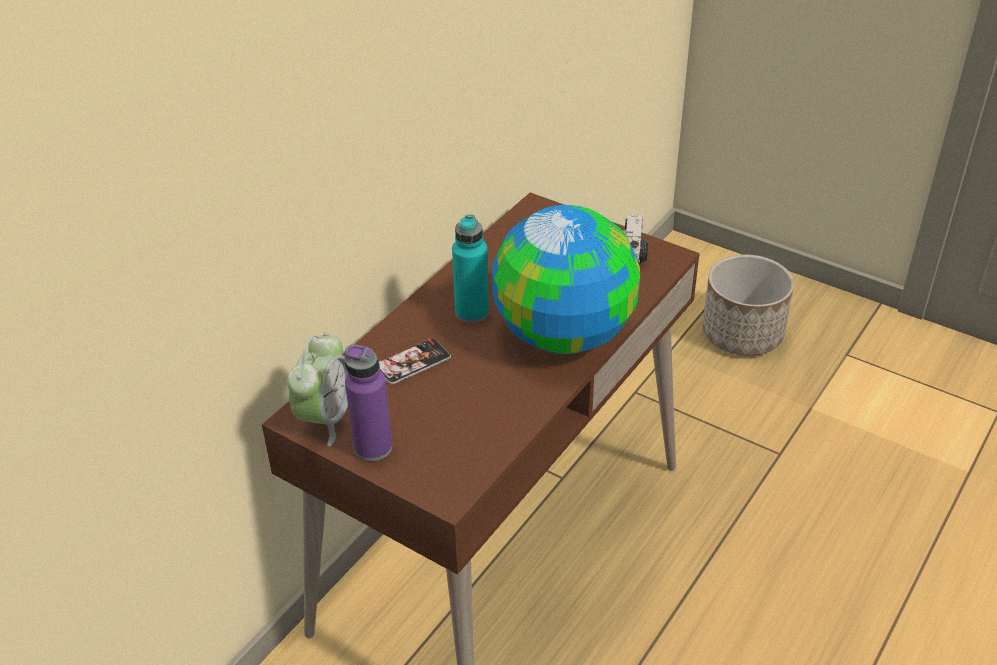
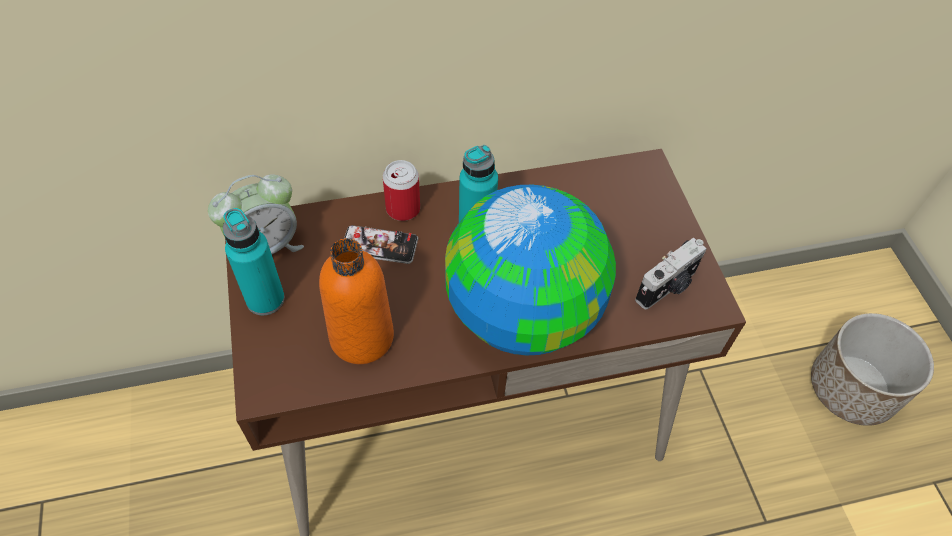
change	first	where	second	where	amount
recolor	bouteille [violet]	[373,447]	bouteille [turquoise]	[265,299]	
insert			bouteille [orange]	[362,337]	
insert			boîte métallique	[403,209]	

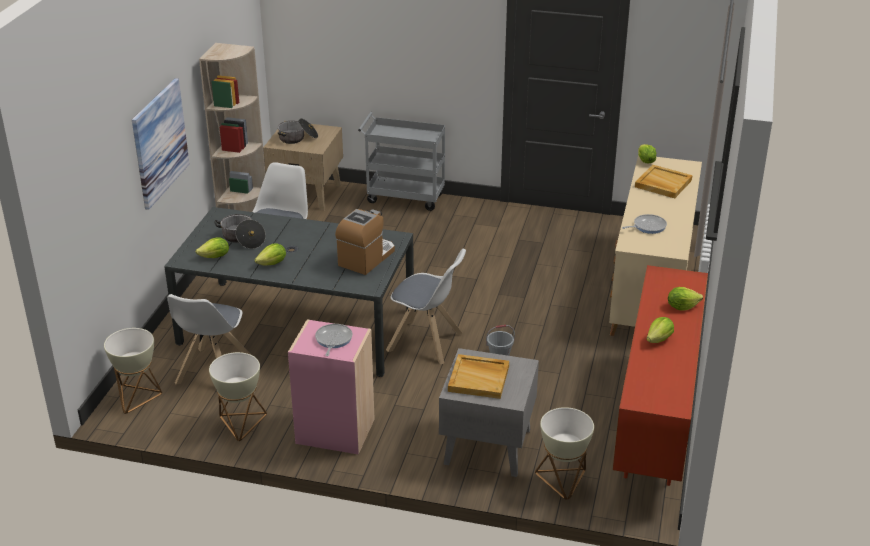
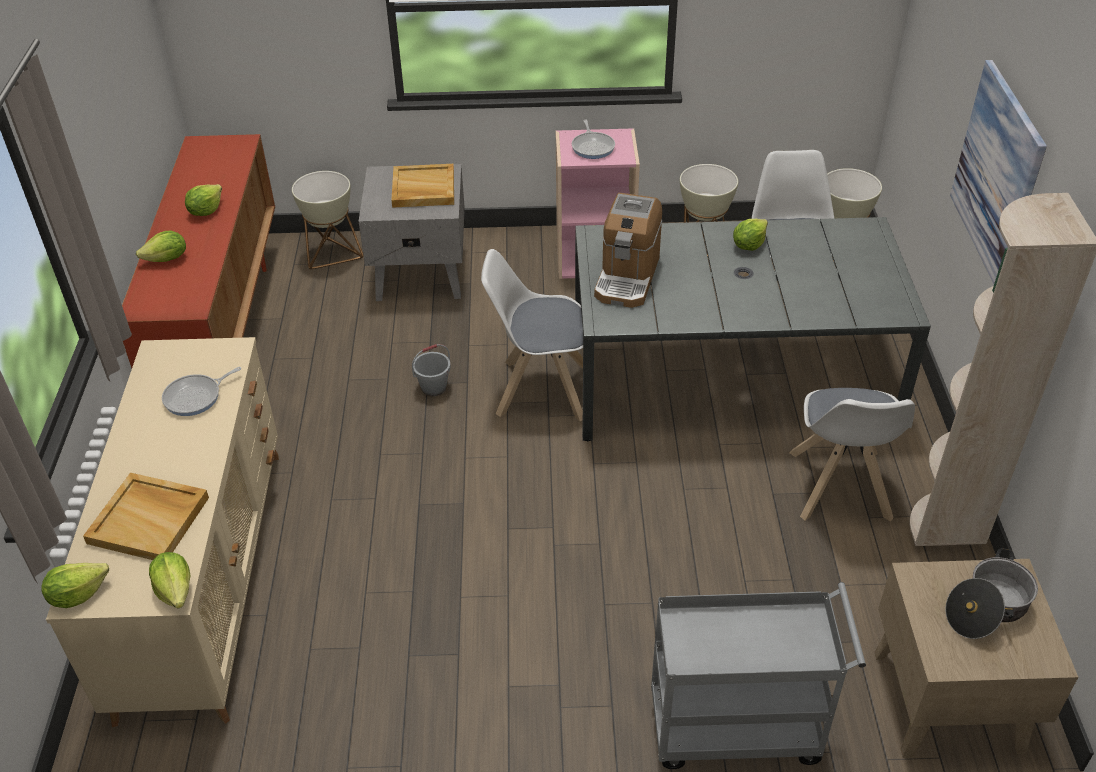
change	first	where	second	where	amount
move	laitue	[215,257]		[77,595]	
delete	marmite	[242,239]			

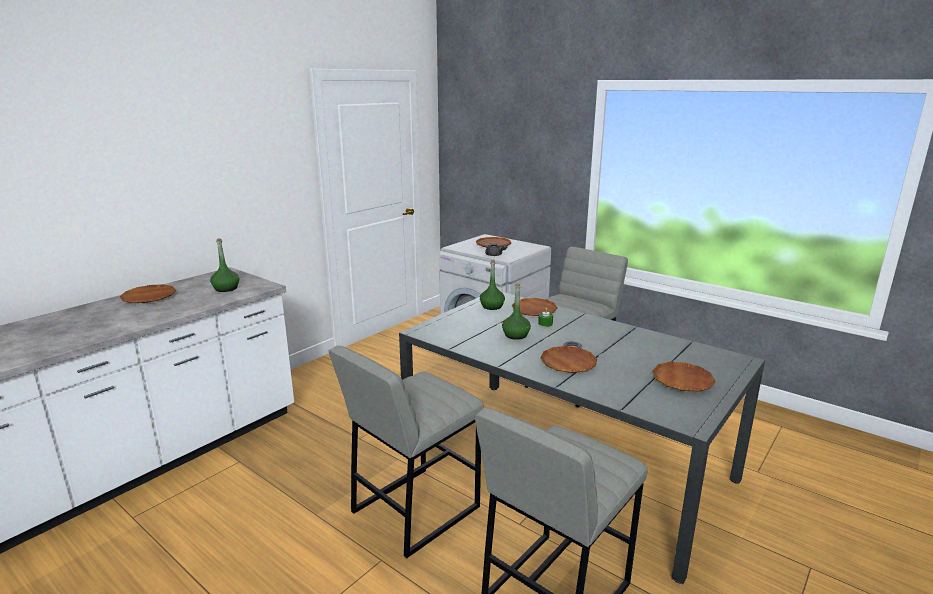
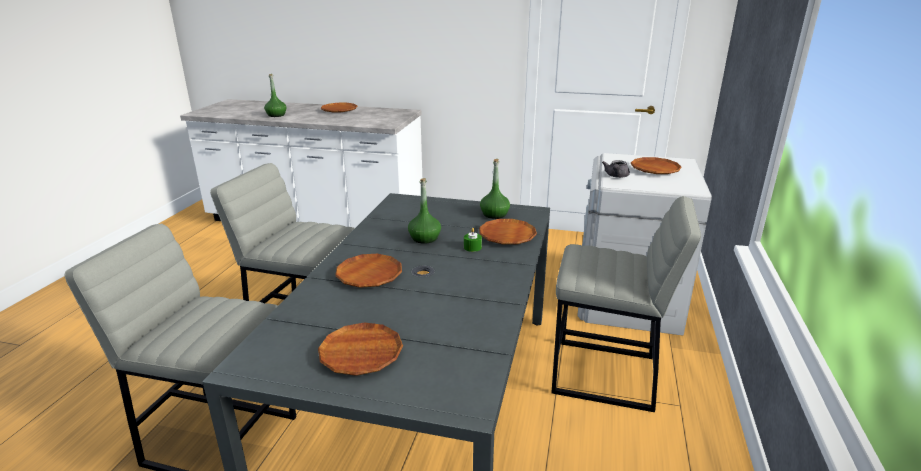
change	first	where	second	where	amount
move	bouteille [vert]	[226,289]		[276,115]	

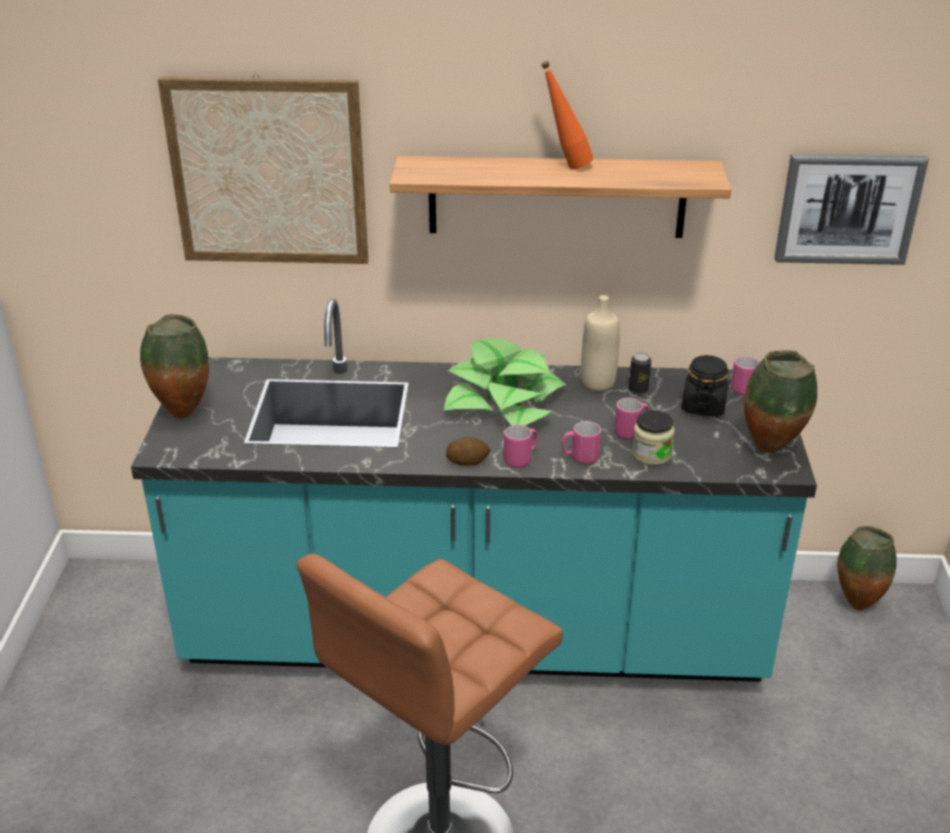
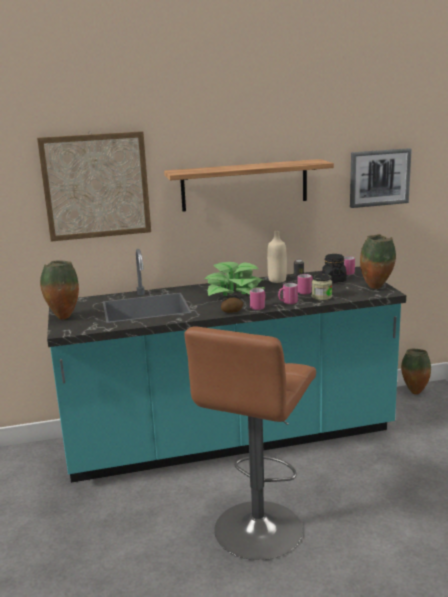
change	first	where	second	where	amount
delete	bouteille [orange]	[565,167]			

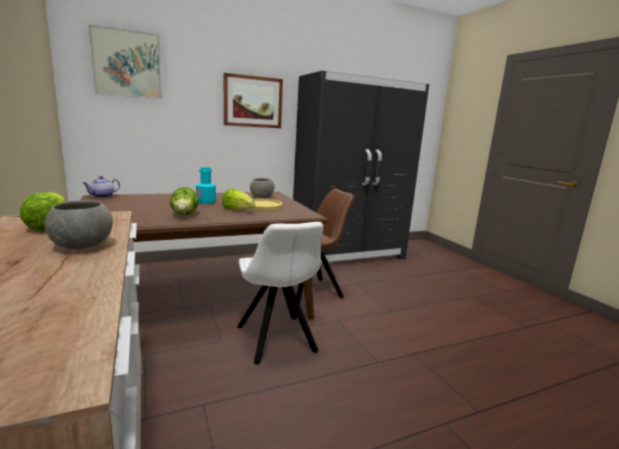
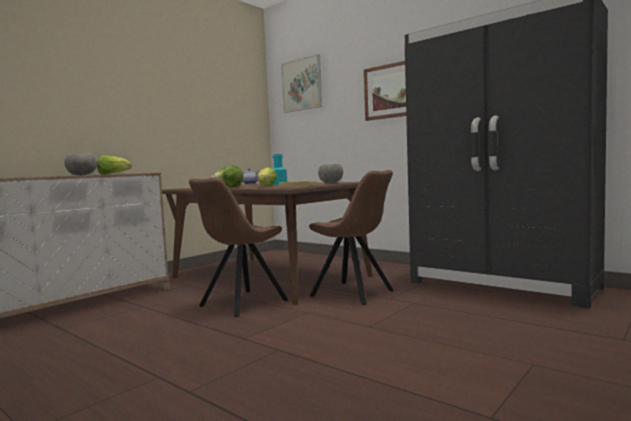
change	first	where	second	where	amount
recolor	chaise [blanc]	[276,339]	chaise [marron]	[242,303]	

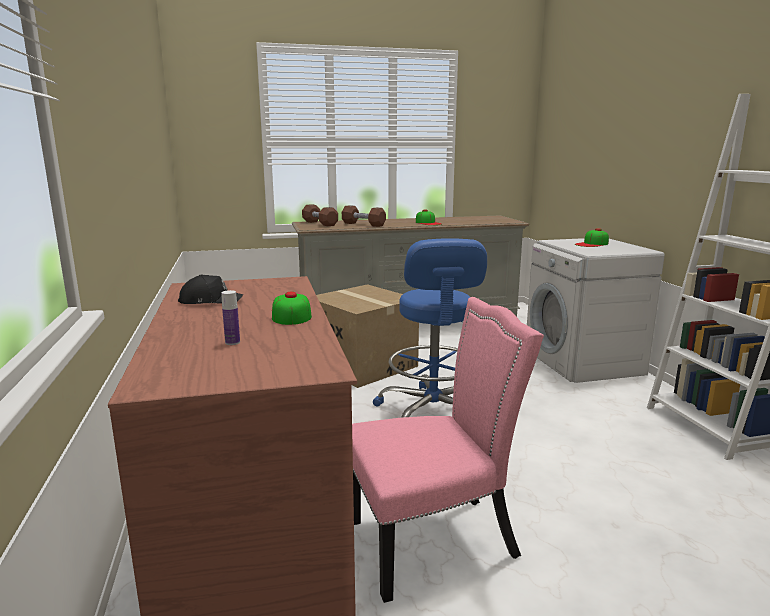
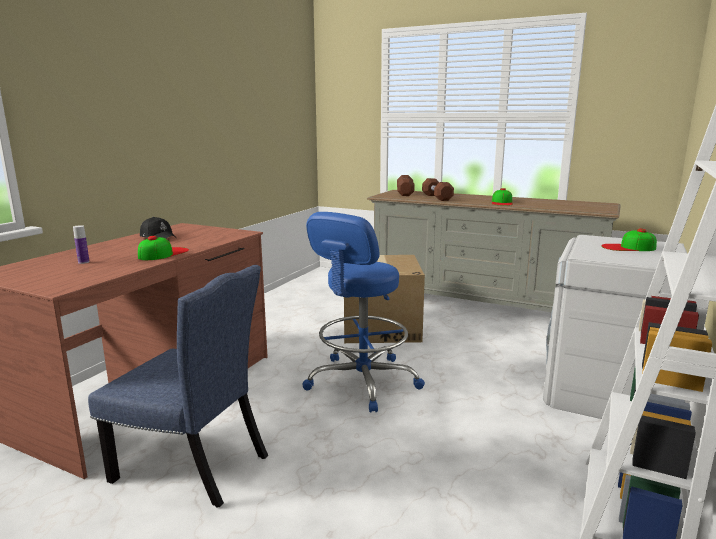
change	first	where	second	where	amount
recolor	chaise [rose]	[429,542]	chaise [bleu]	[191,465]	

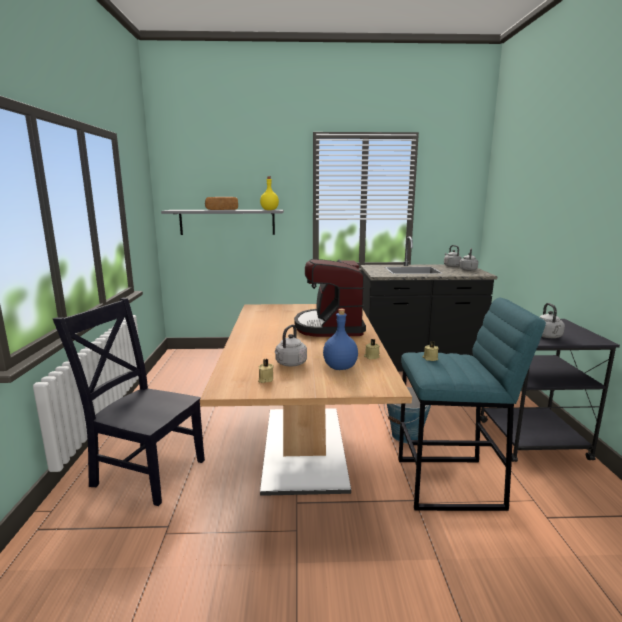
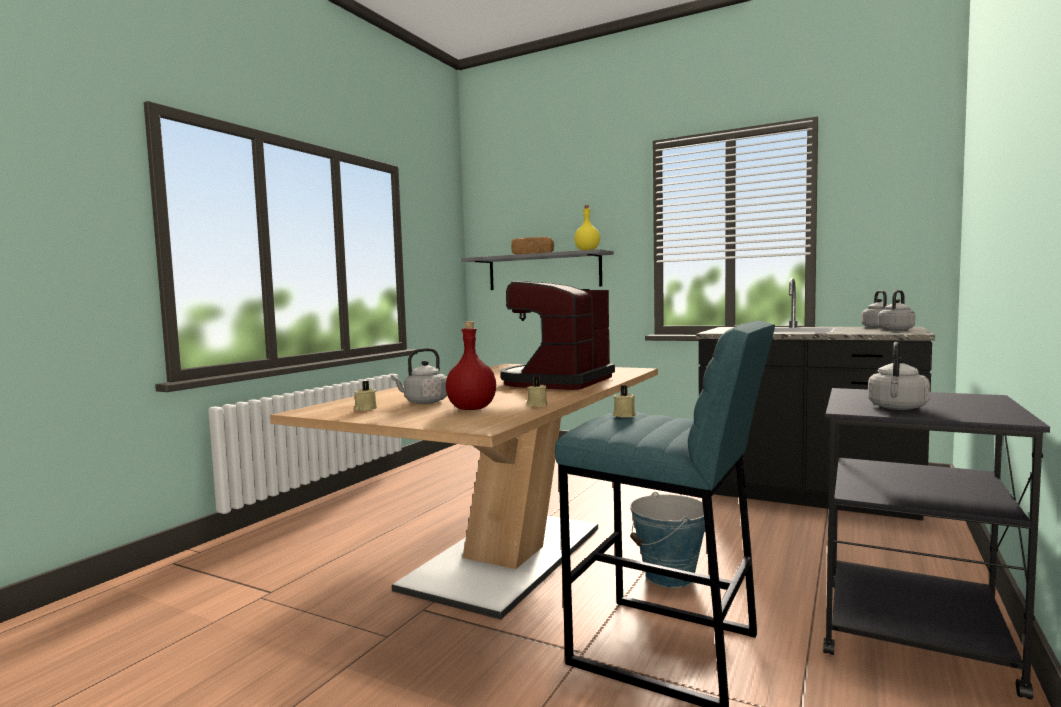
change	first	where	second	where	amount
delete	chaise [noir]	[146,471]			
recolor	bouteille [bleu]	[340,367]	bouteille [rouge]	[472,409]	

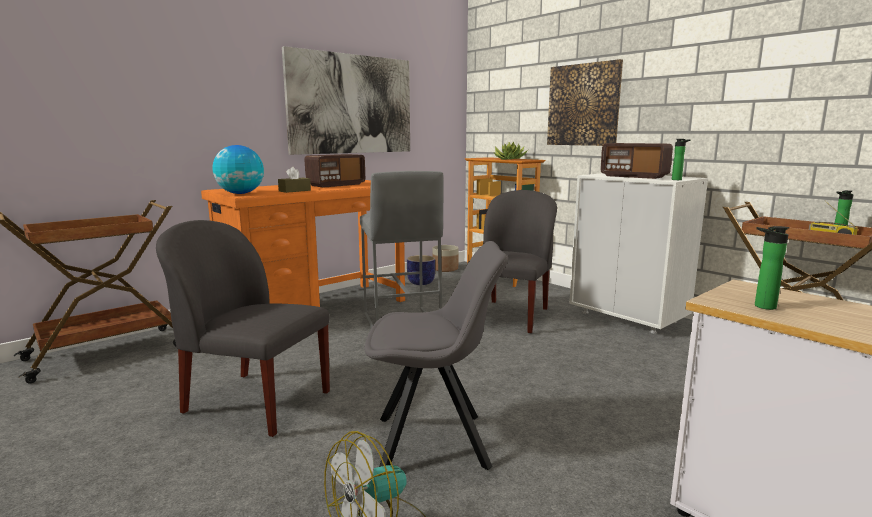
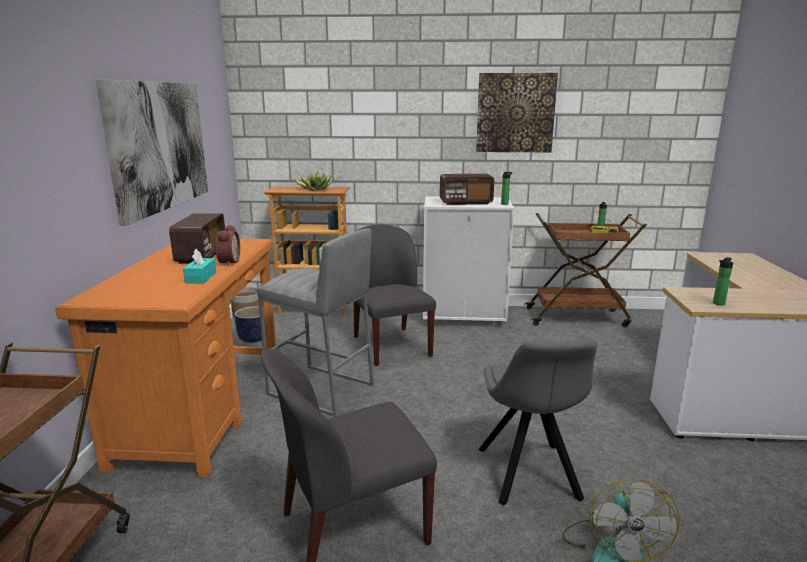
change	first	where	second	where	amount
delete	globe	[240,193]			
recolor	boîte à mouchoirs [marron]	[294,191]	boîte à mouchoirs [turquoise]	[201,278]	
rotate	chaise [gris]	[433,443]		[529,473]	135 degrees clockwise
move	tableau	[583,105]		[515,113]	
insert			réveil	[227,262]	

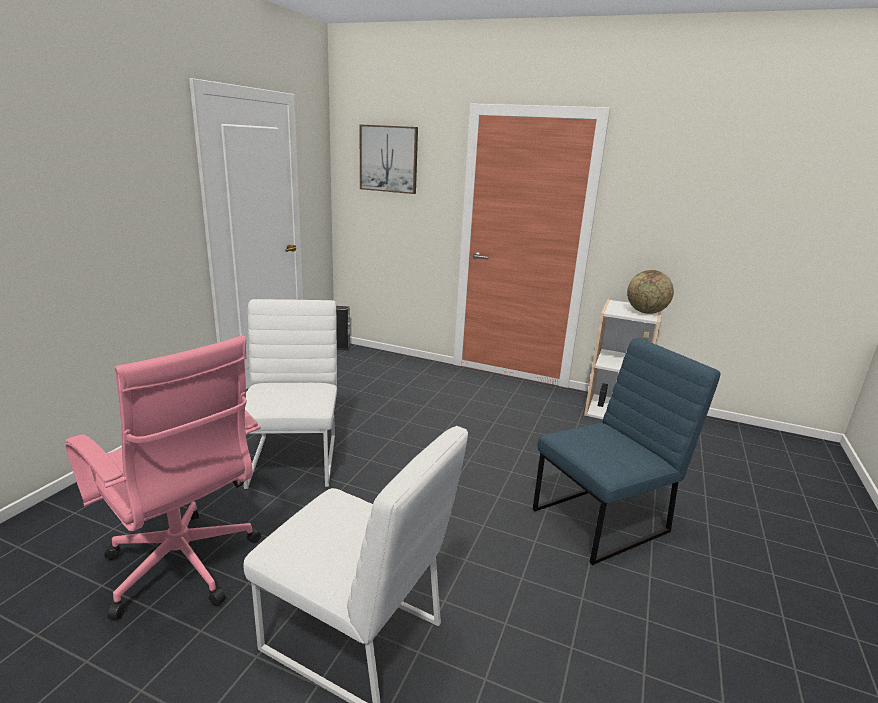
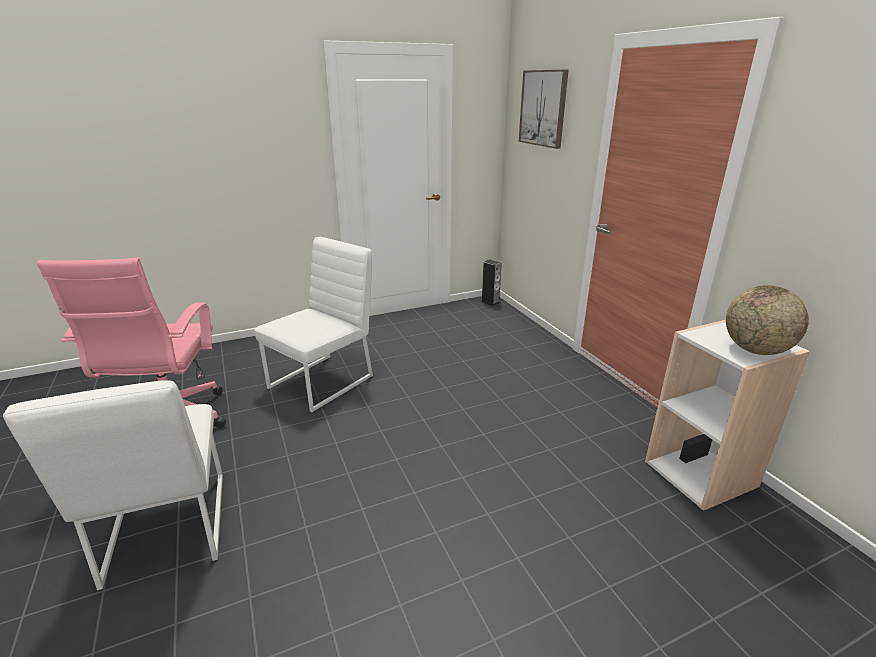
change	first	where	second	where	amount
delete	chaise [bleu]	[604,520]			

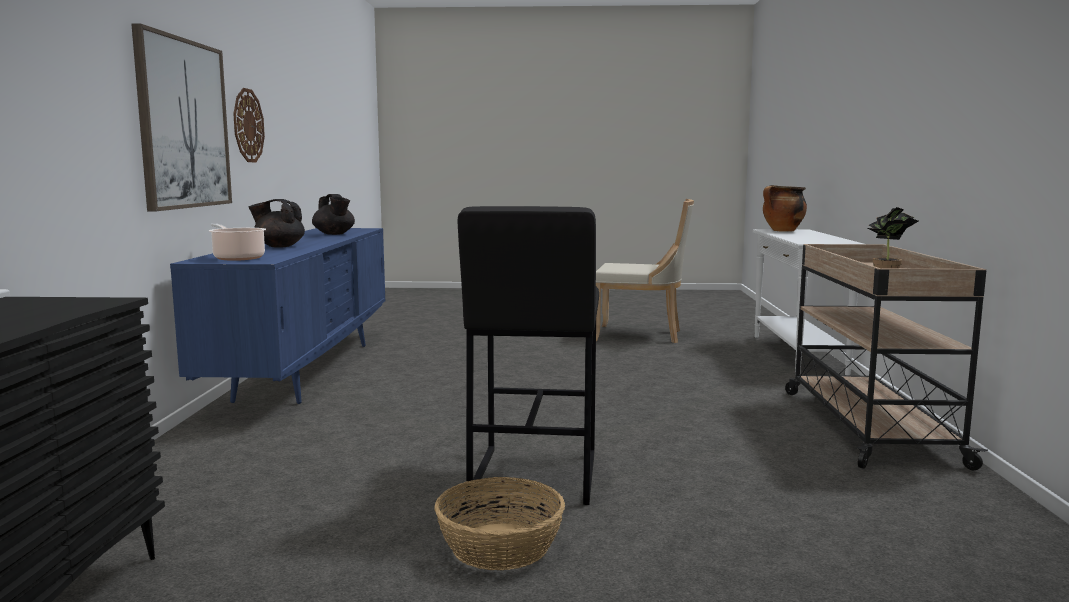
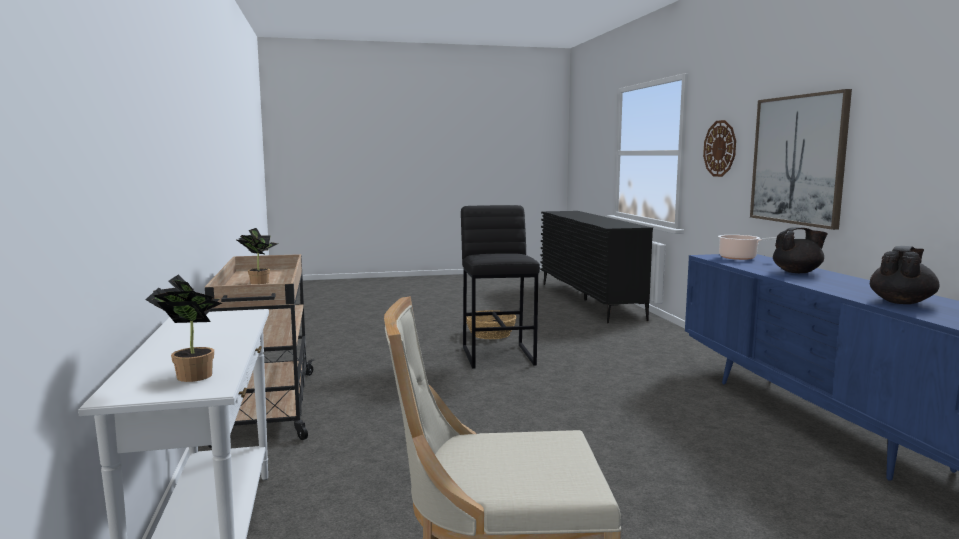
change	first	where	second	where	amount
move	horloge murale	[248,125]		[720,148]	
rotate	théière [noir]	[334,234]		[901,302]	90 degrees clockwise
replace	marmite	[782,231]	plante en pot	[190,375]	

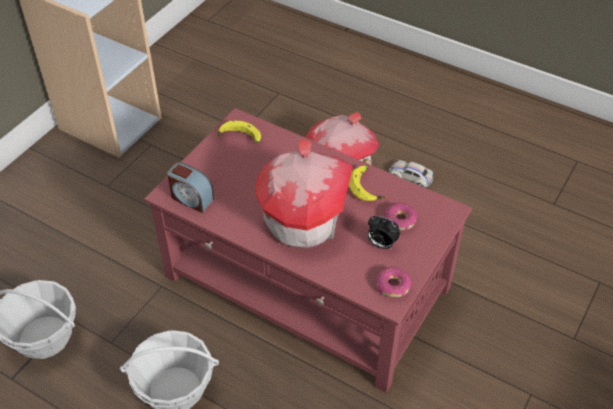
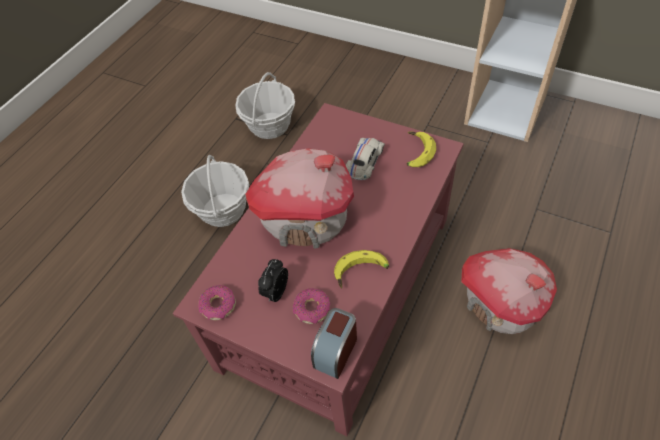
change	first	where	second	where	amount
move	réveil	[191,198]		[336,351]	
move	petite voiture [blanc]	[410,177]		[365,162]	

